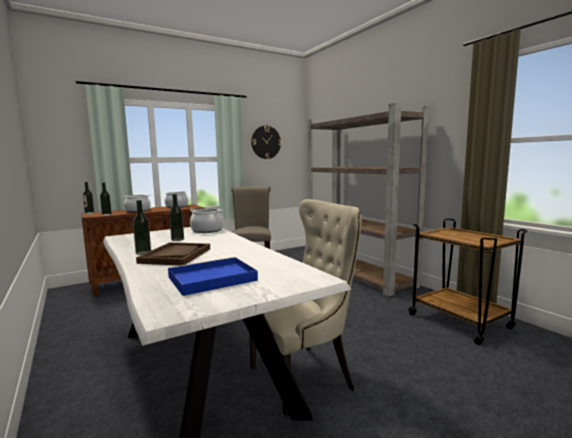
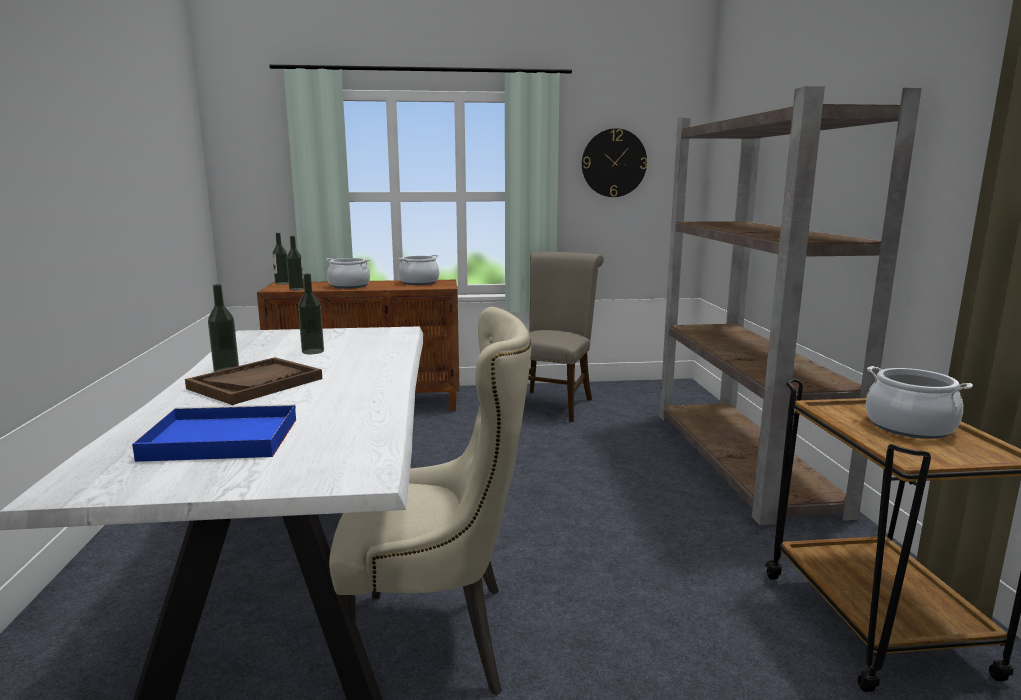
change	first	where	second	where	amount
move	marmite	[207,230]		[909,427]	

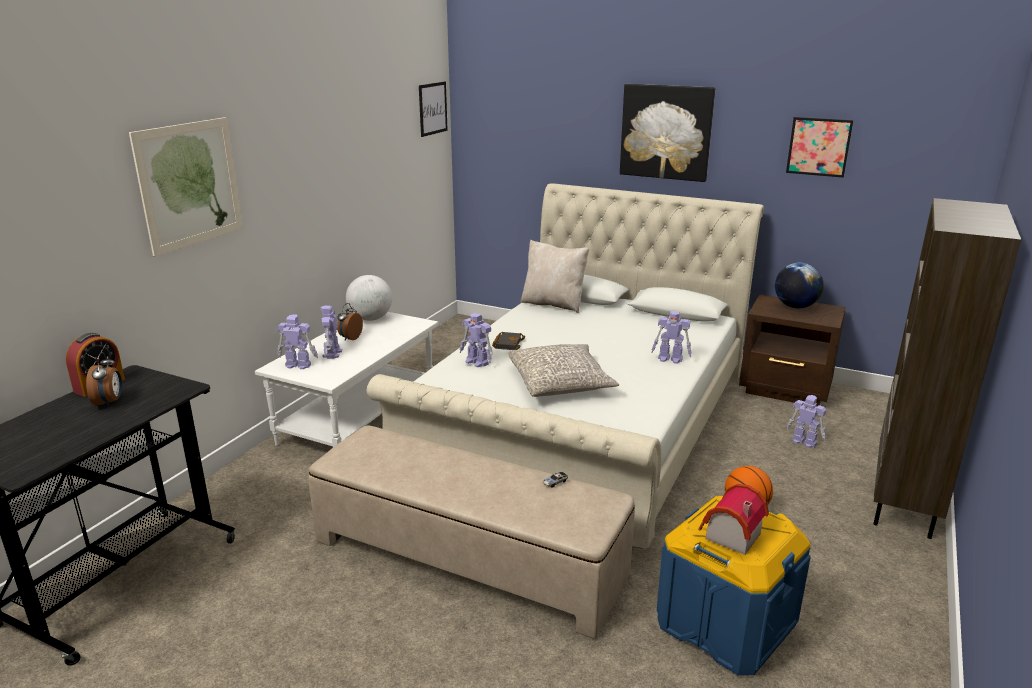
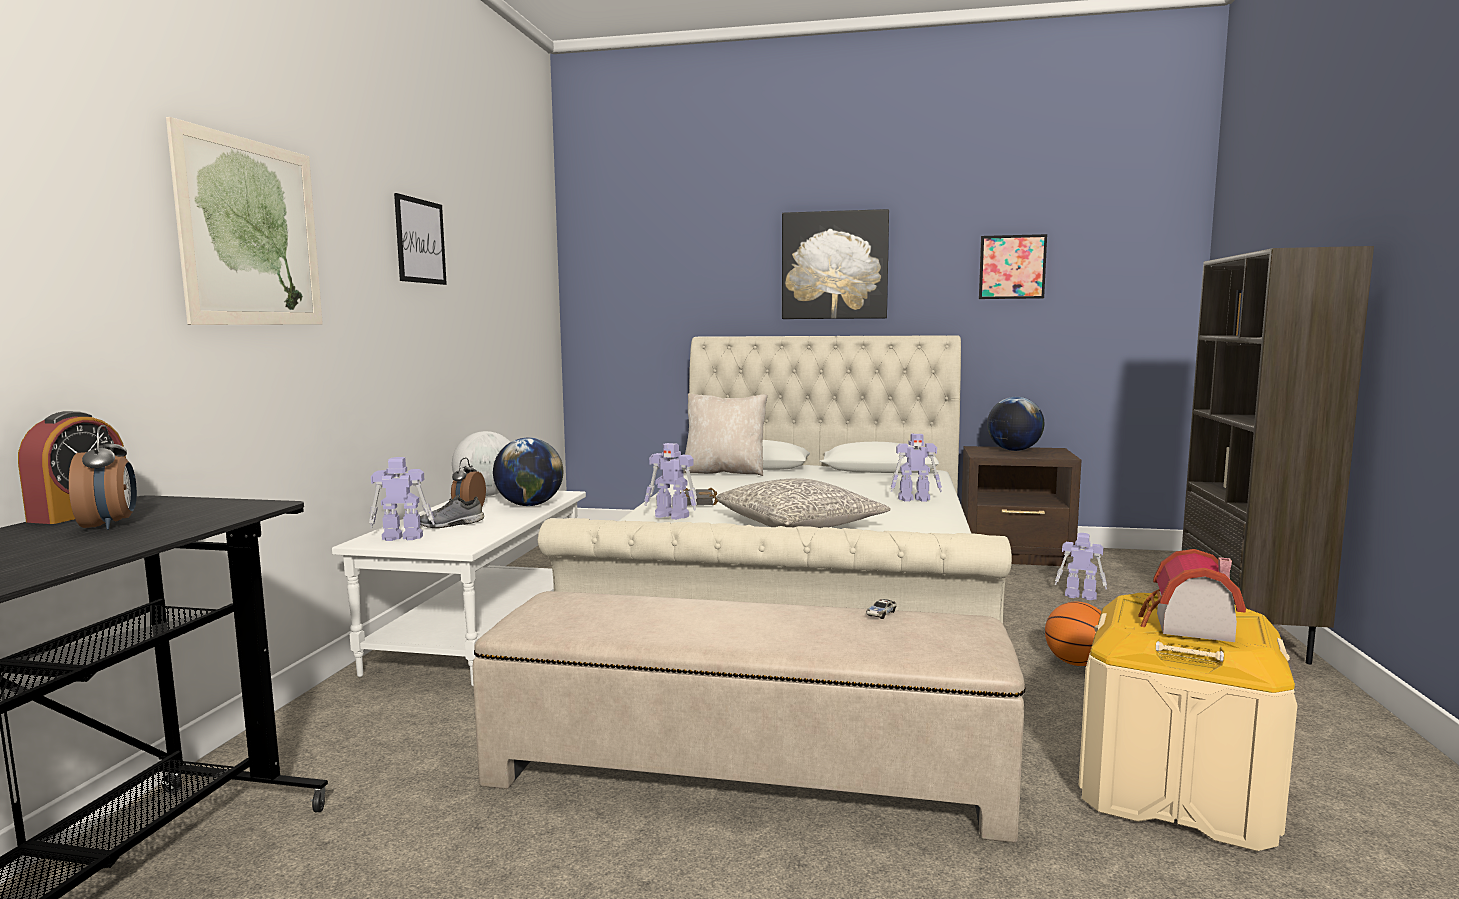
change	first	where	second	where	amount
replace	robot jouet	[332,354]	chaussure [gris]	[450,525]	
move	tableau	[432,108]		[420,241]	
recolor	boîte de rangement [bleu]	[725,623]	boîte de rangement [beige]	[1174,790]	
insert			globe	[529,505]	

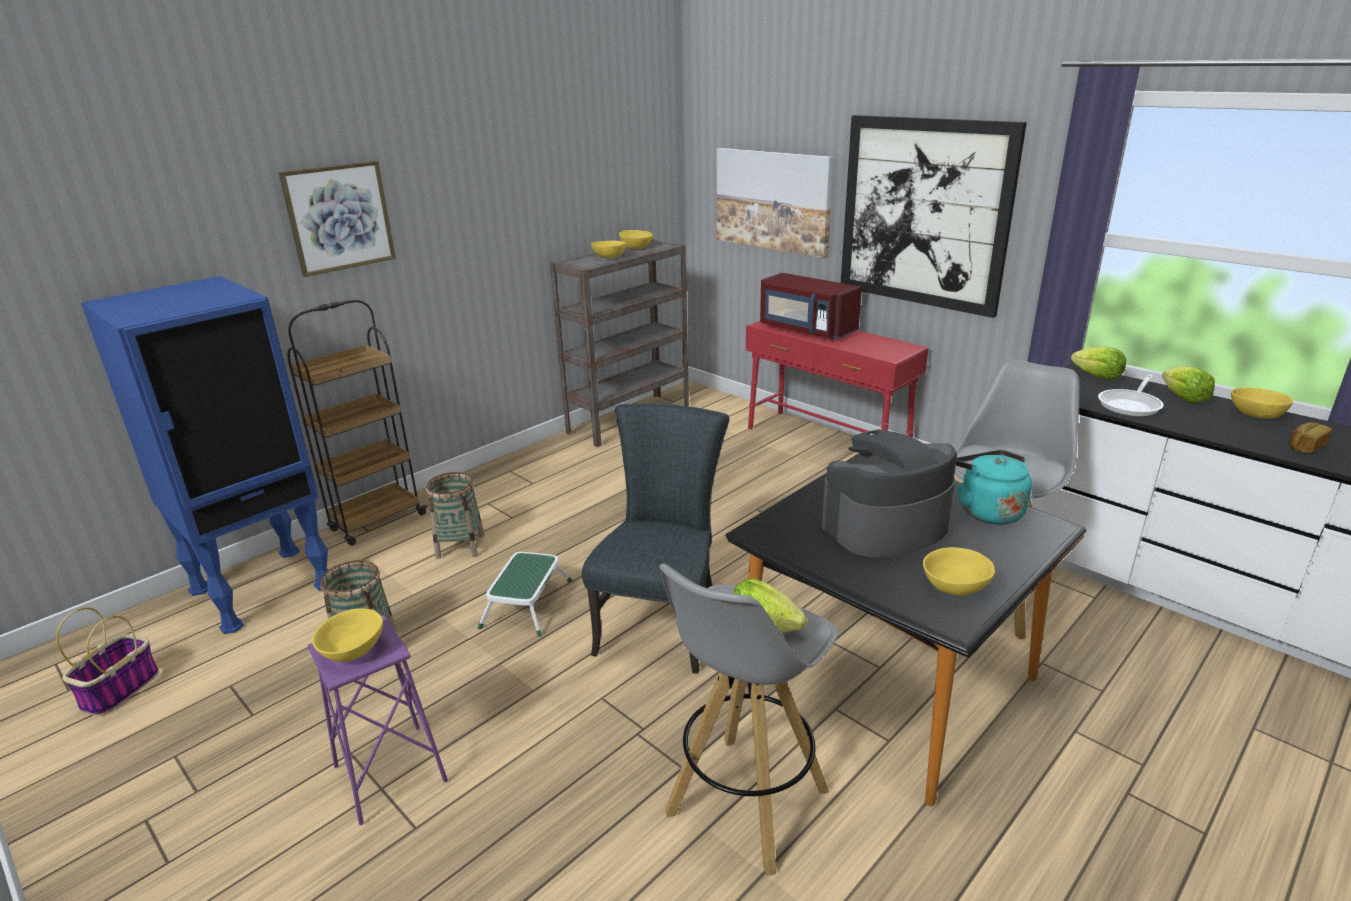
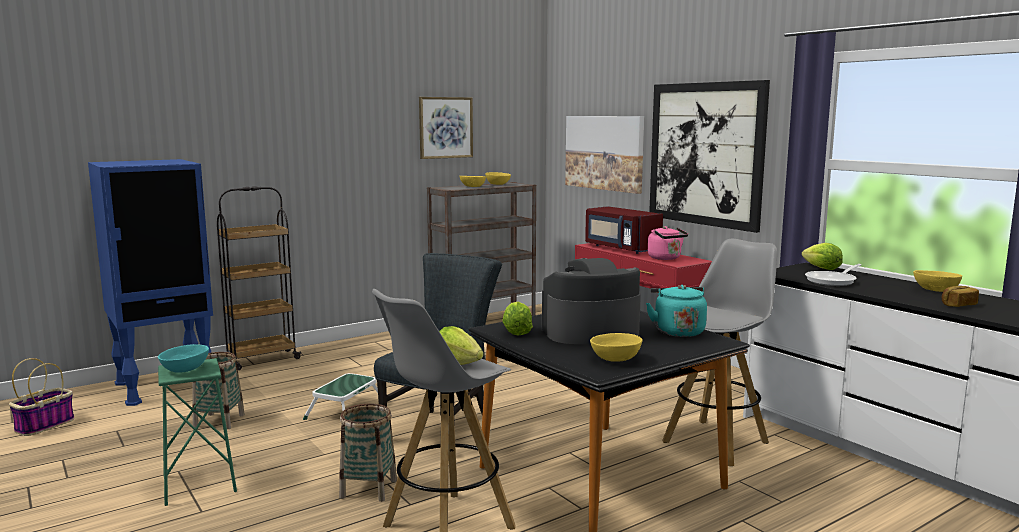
change	first	where	second	where	amount
move	tableau	[339,217]		[445,127]	
recolor	tabouret [violet]	[391,773]	tabouret [vert]	[200,483]	
recolor	bol [jaune]	[354,650]	bol [turquoise]	[186,369]	
move	panier	[460,546]		[368,489]	
move	laitue	[1183,398]		[517,332]	
insert			bouilloire [rose]	[666,258]	

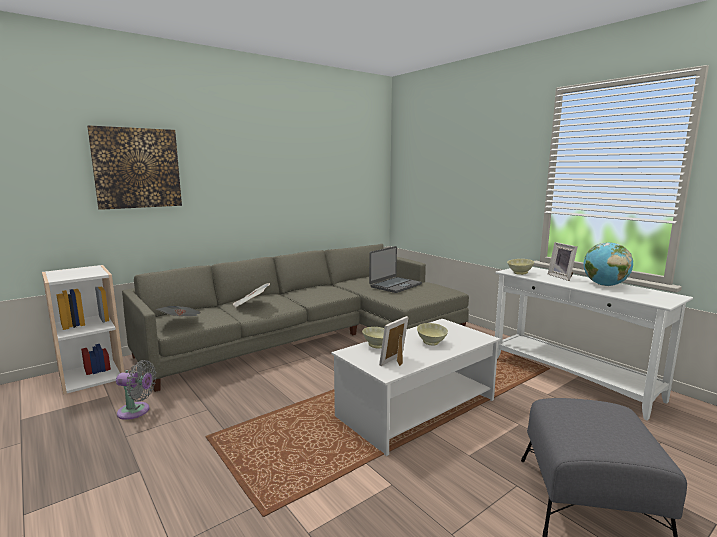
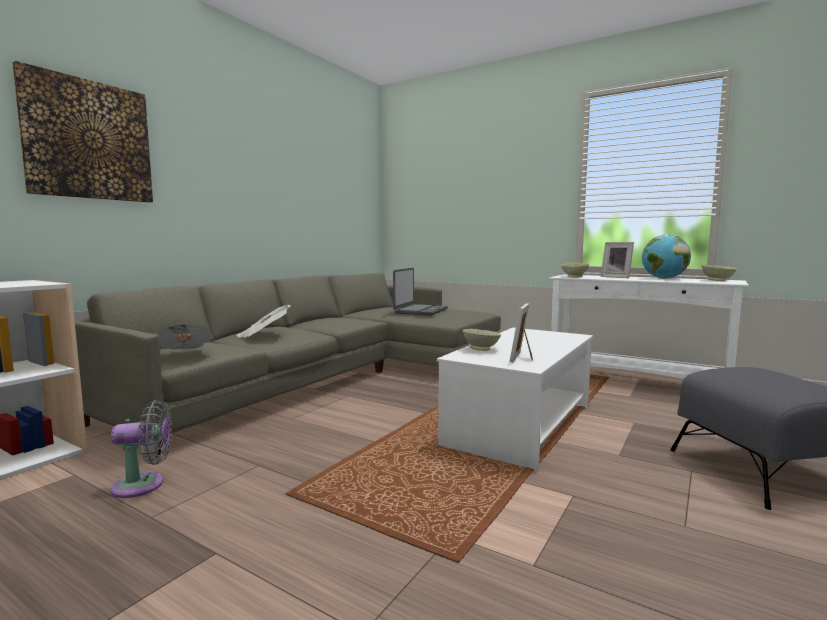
change	first	where	second	where	amount
move	bol [beige]	[431,343]		[717,280]	

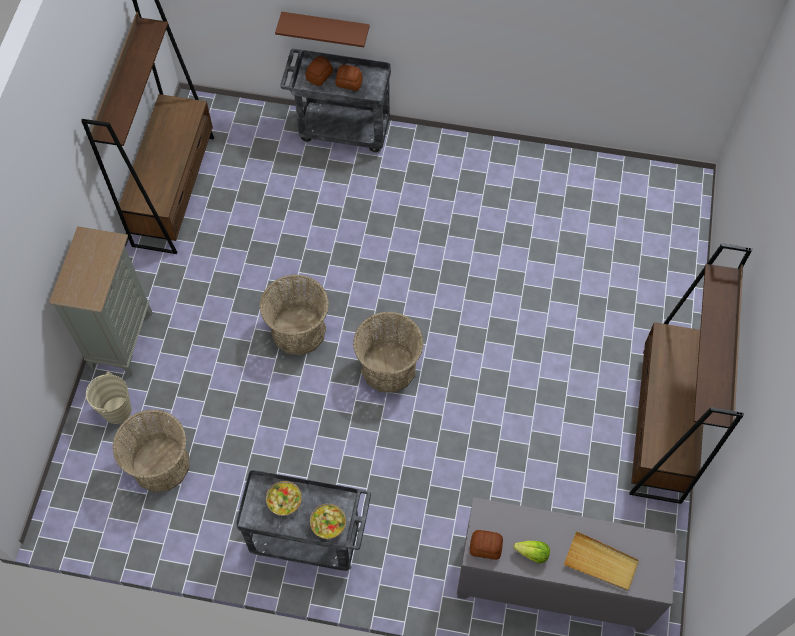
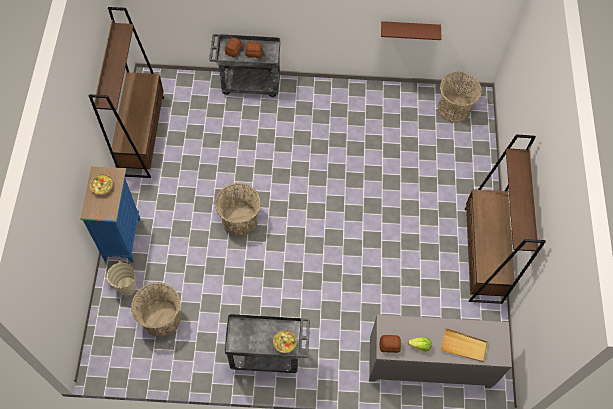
change	first	where	second	where	amount
recolor	commode [gris]	[123,339]	commode [bleu]	[123,238]	
move	bol	[284,501]		[102,187]	
move	étagère [marron]	[326,27]		[409,29]	
move	panier	[388,367]		[454,108]	

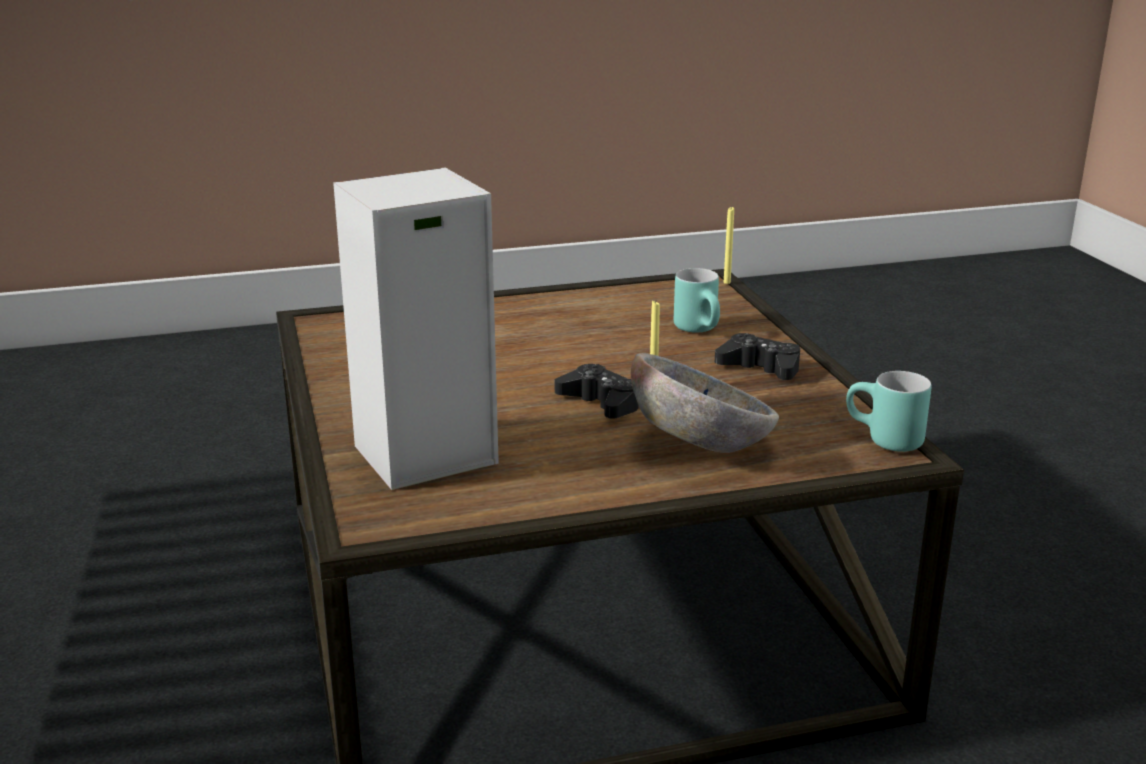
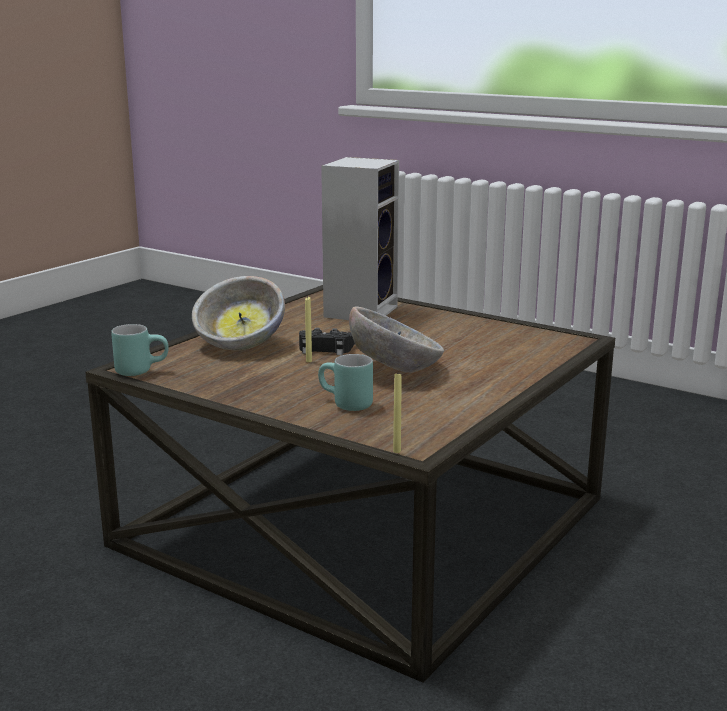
change	first	where	second	where	amount
delete	manette [noir]	[760,367]			
insert			bol	[395,369]	

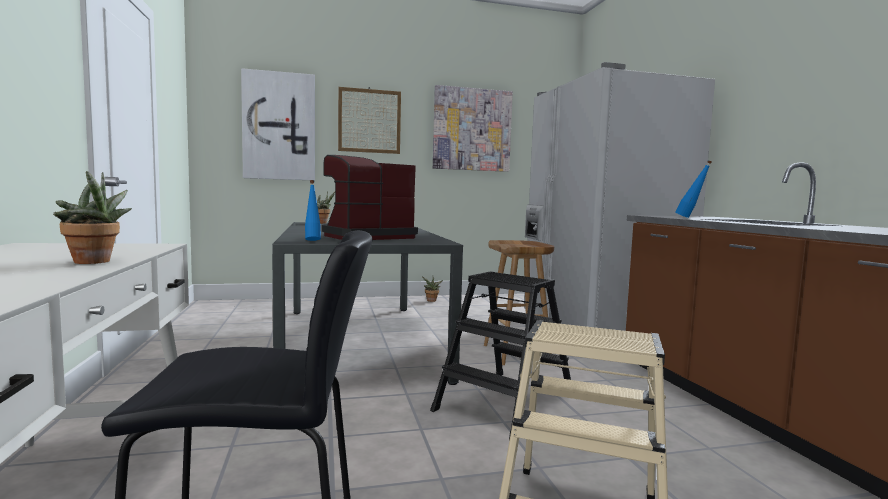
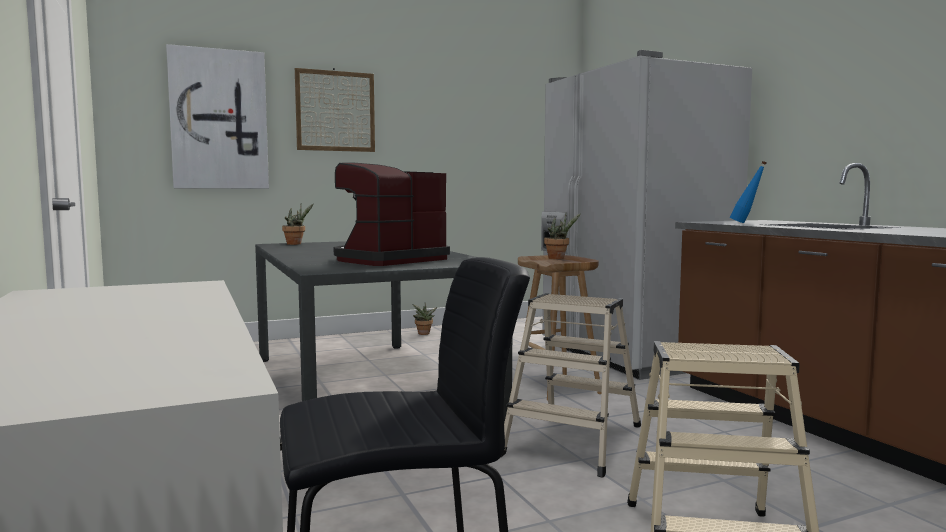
change	first	where	second	where	amount
move	plante en pot	[95,262]		[558,258]	
delete	bouteille [bleu]	[312,240]			
recolor	escabeau [noir]	[505,402]	escabeau [beige]	[573,439]	
delete	tableau	[472,130]			

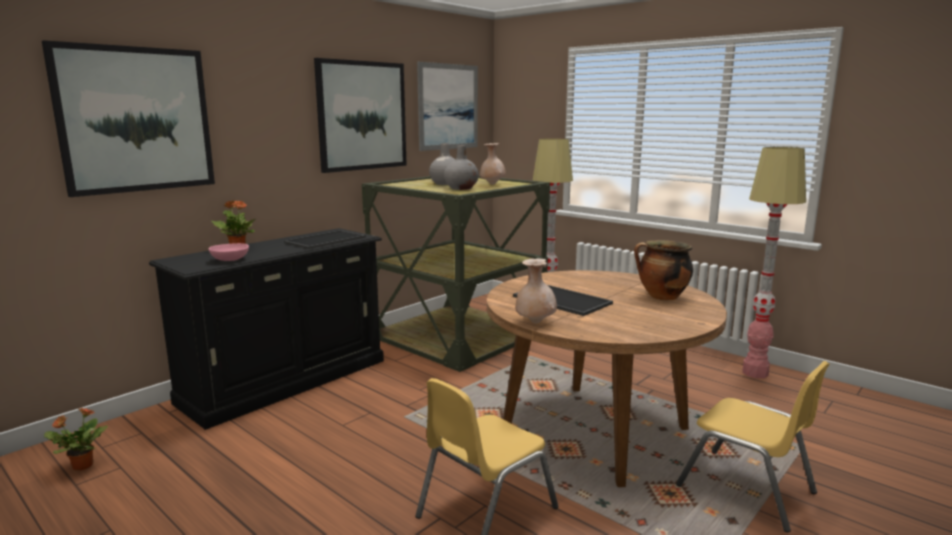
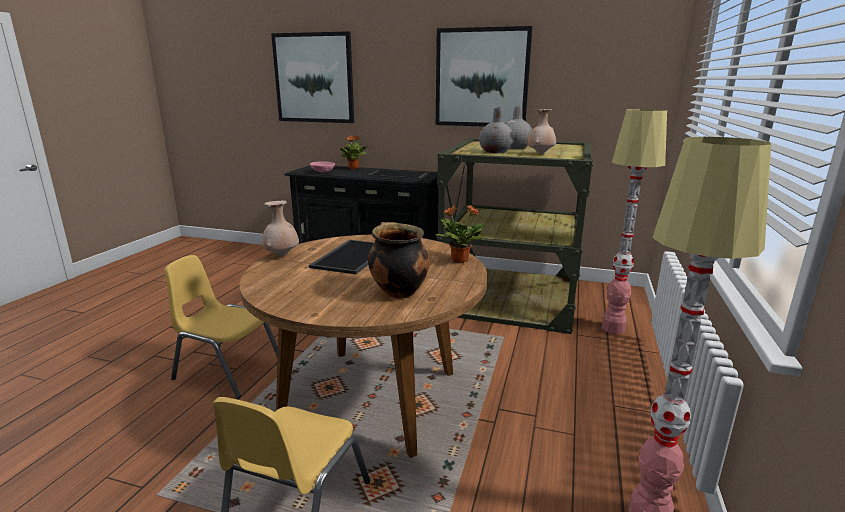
change	first	where	second	where	amount
move	plante en pot	[82,466]		[459,260]	
delete	tableau	[448,107]			

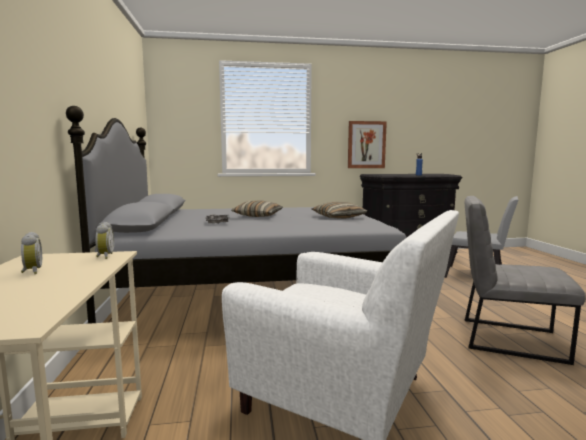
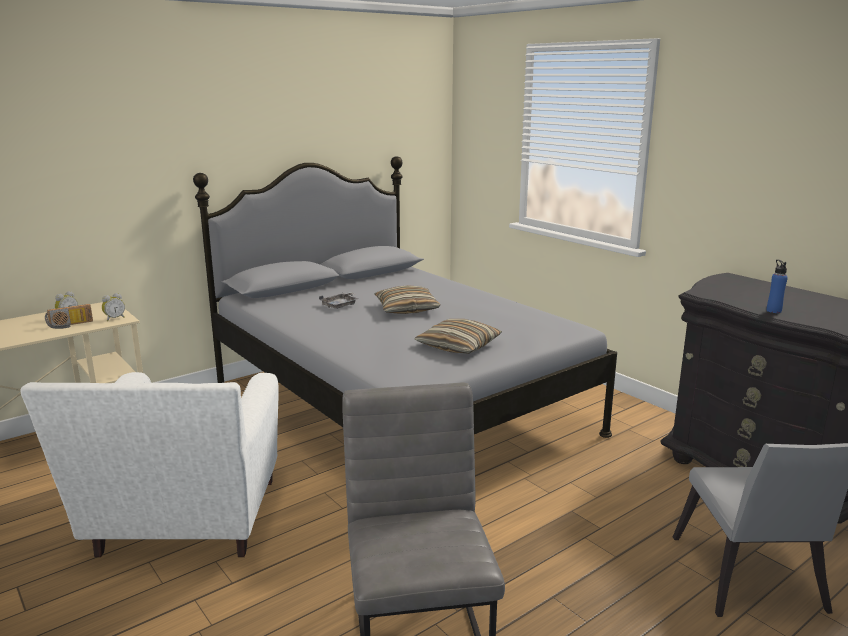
change	first	where	second	where	amount
delete	tableau	[366,145]			
insert			radio	[70,325]	

